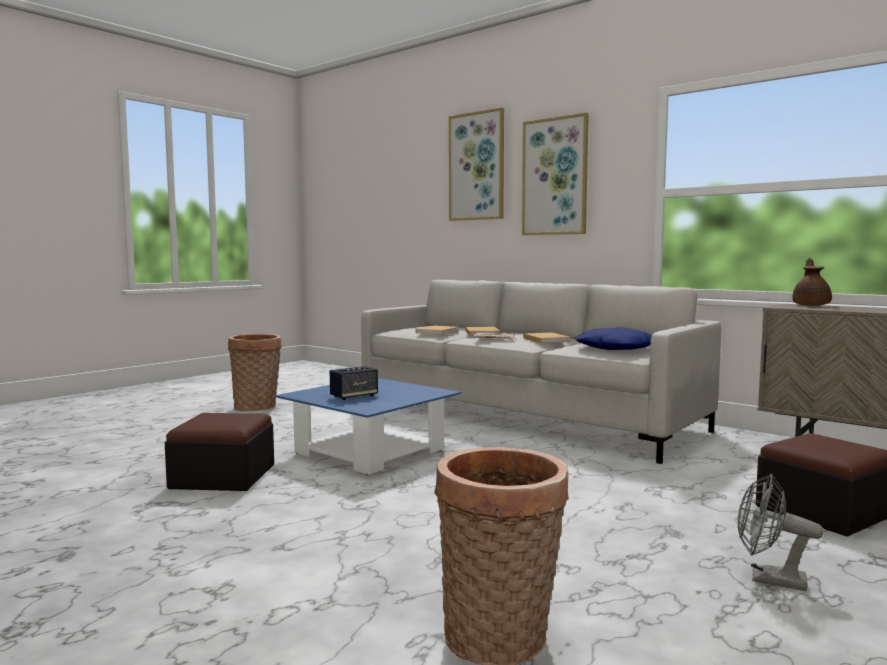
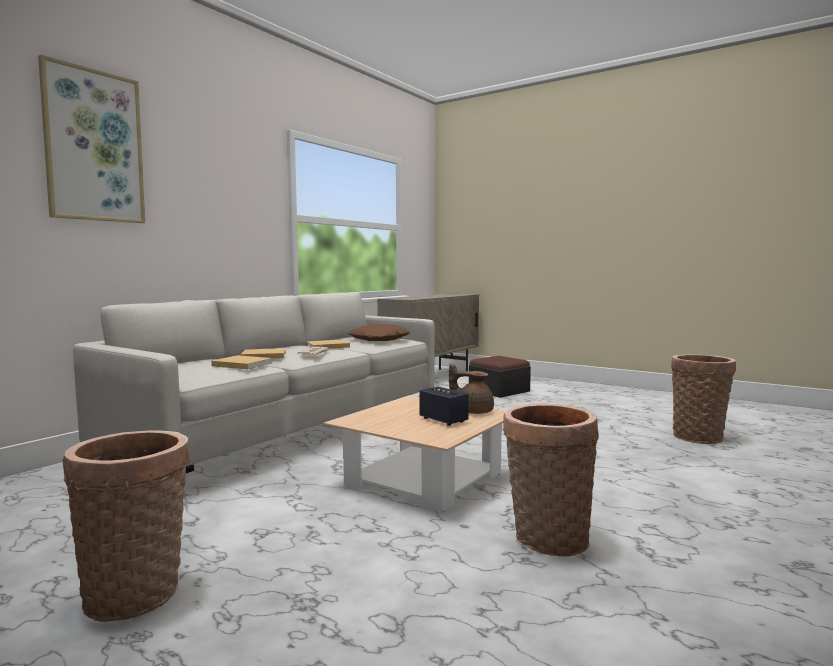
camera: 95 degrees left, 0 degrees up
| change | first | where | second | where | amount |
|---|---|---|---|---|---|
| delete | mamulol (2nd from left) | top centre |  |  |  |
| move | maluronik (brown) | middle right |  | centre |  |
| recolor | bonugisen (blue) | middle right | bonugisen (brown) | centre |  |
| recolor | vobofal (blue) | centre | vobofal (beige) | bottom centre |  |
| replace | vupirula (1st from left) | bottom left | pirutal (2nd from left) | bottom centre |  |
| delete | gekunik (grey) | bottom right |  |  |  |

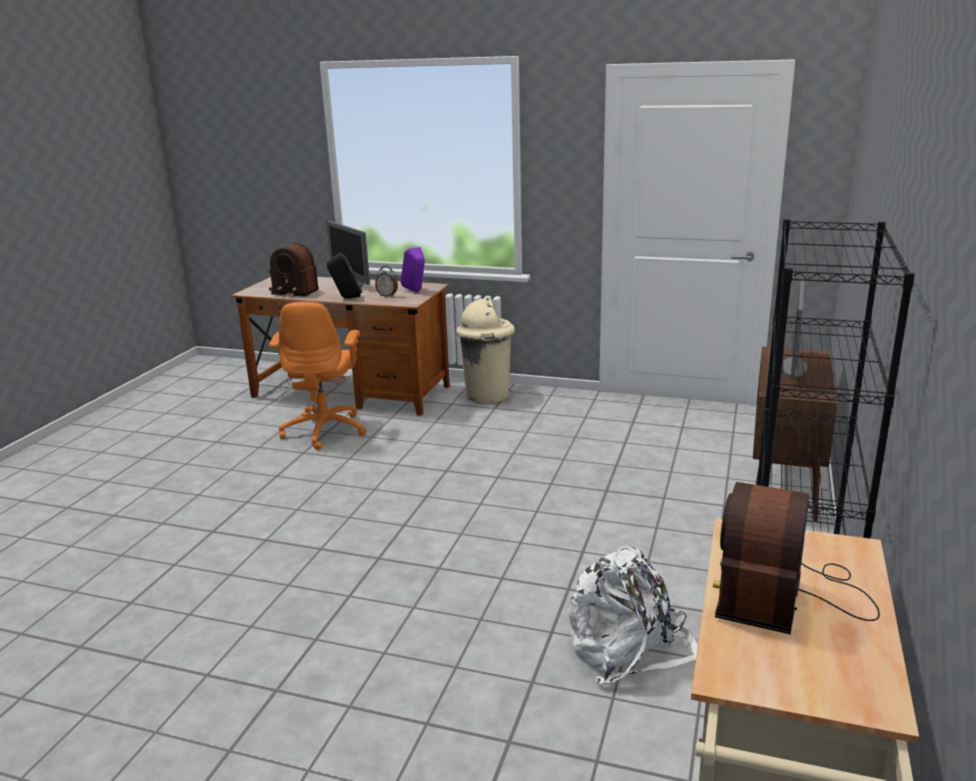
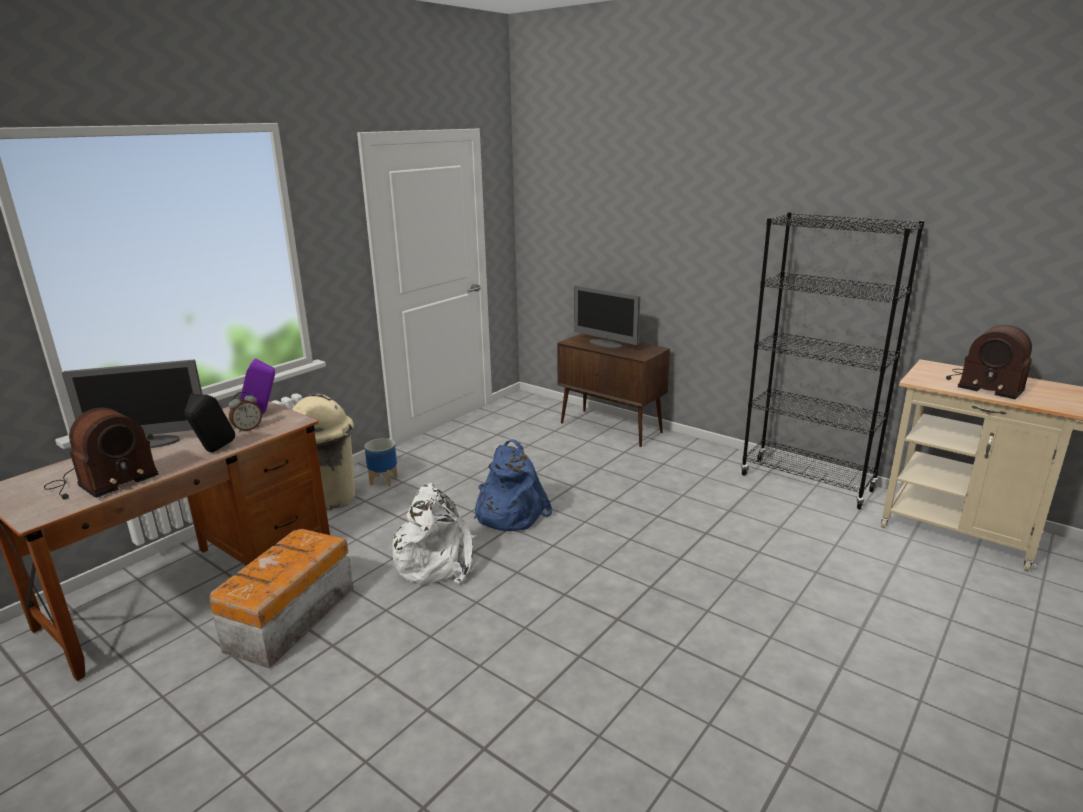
camera: 70 degrees left, 0 degrees up
| change | first | where | second | where | amount |
|---|---|---|---|---|---|
| replace | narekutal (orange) | middle left | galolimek | bottom left |  |
| move | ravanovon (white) | bottom centre |  | centre |  |
| insert |  |  | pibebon | centre |  |
| insert |  |  | ravanovon (blue) | centre |  |

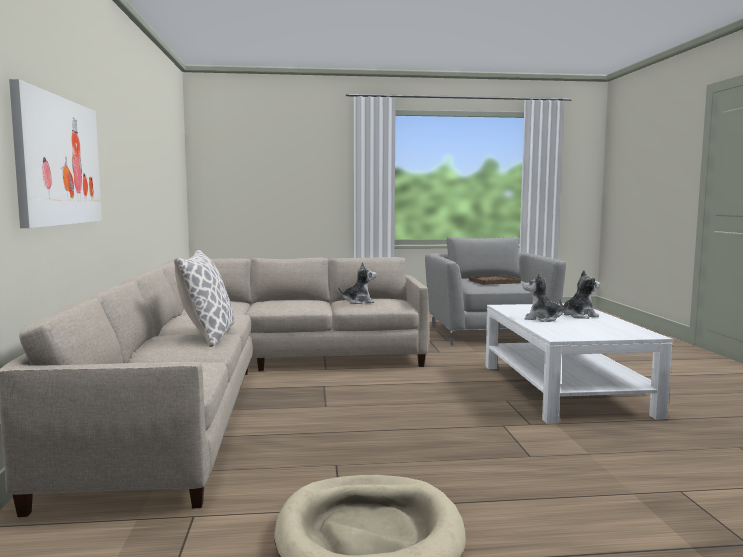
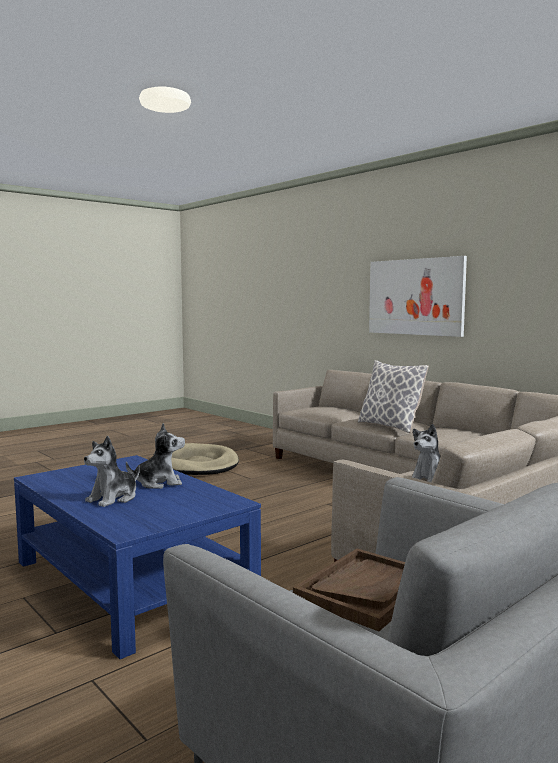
camera: 145 degrees right, 0 degrees up
| change | first | where | second | where | amount |
|---|---|---|---|---|---|
| recolor | vobofal (white) | middle right | vobofal (blue) | bottom left |  |

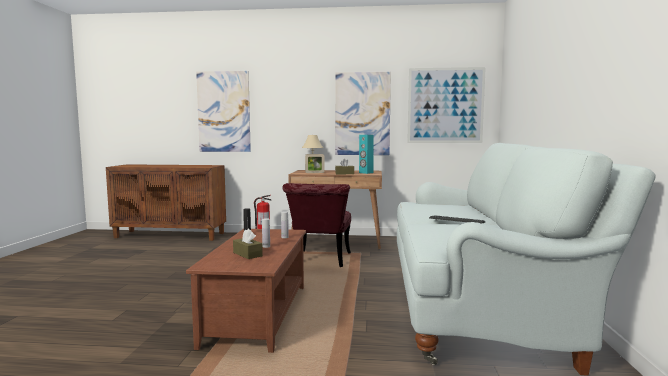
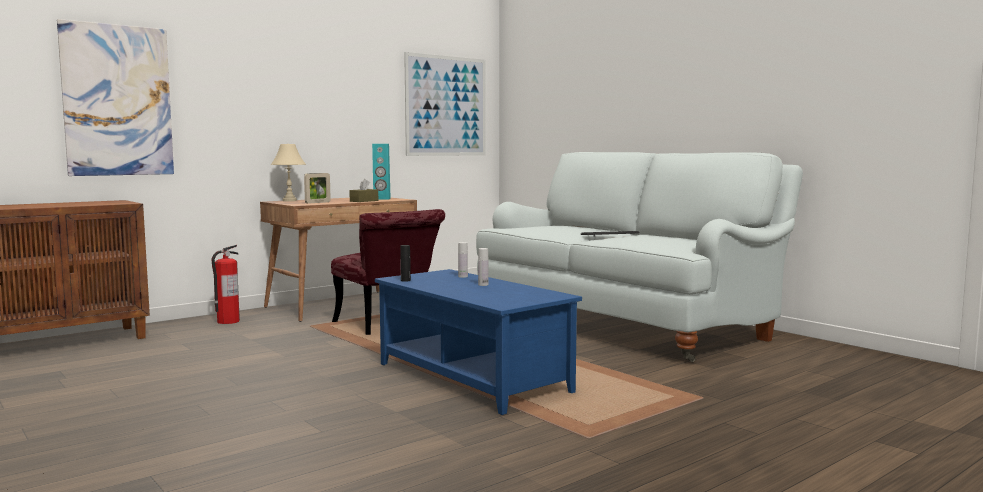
camera: 45 degrees left, 0 degrees up
| change | first | where | second | where | amount |
|---|---|---|---|---|---|
| delete | mamulol (2nd from left) | top centre |  |  |  |
| recolor | vobofal (brown) | bottom centre | vobofal (blue) | bottom centre |  |
| delete | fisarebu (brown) (1st from left) | centre |  |  |  |

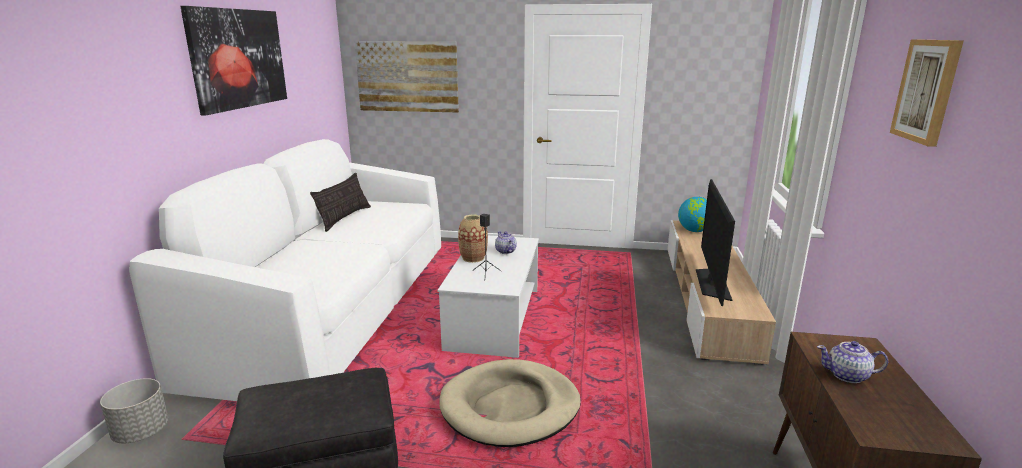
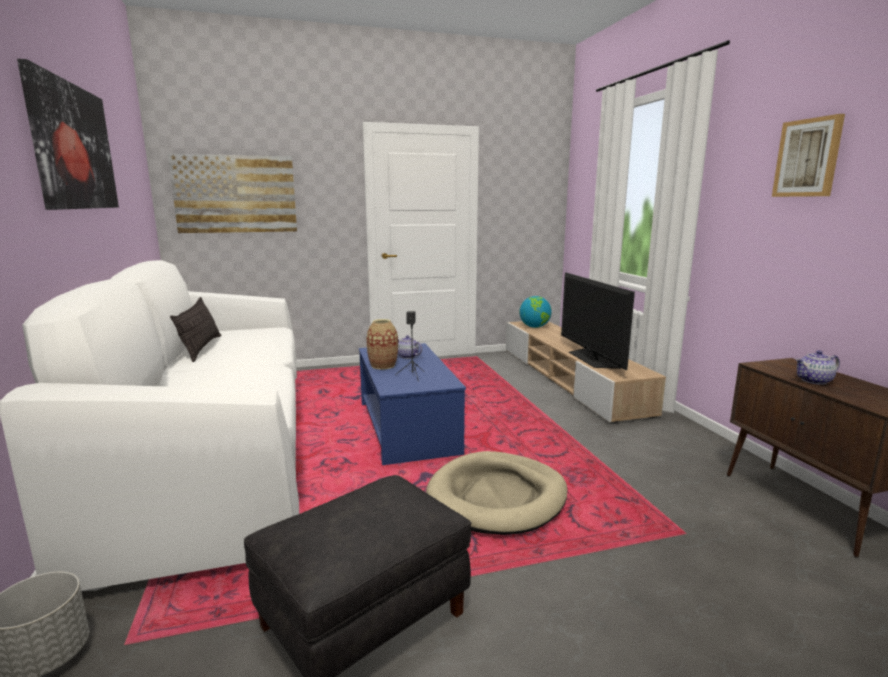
camera: 25 degrees left, 5 degrees down
| change | first | where | second | where | amount |
|---|---|---|---|---|---|
| recolor | vobofal (white) | centre | vobofal (blue) | centre |  |

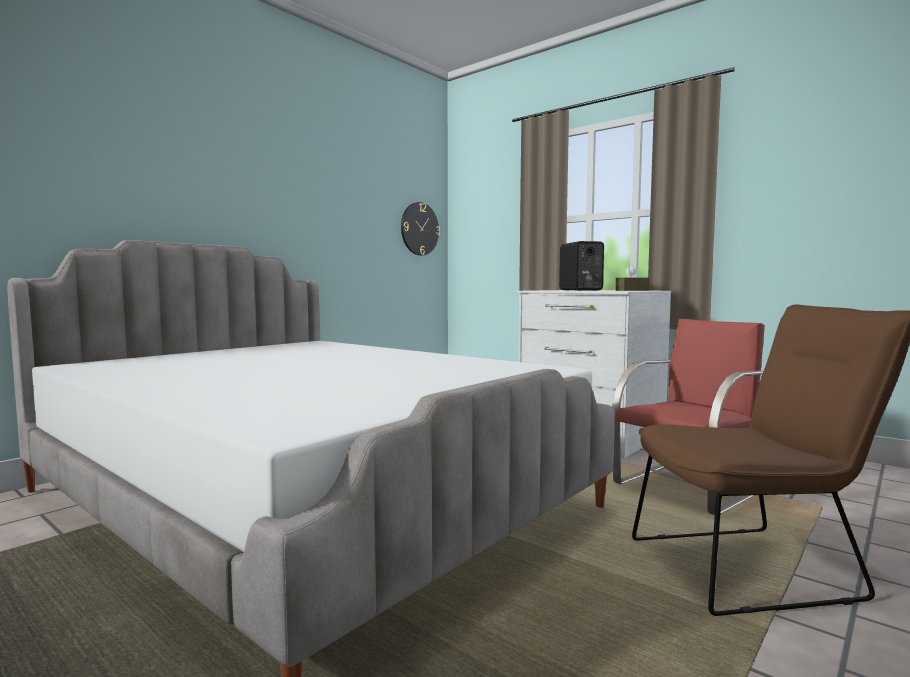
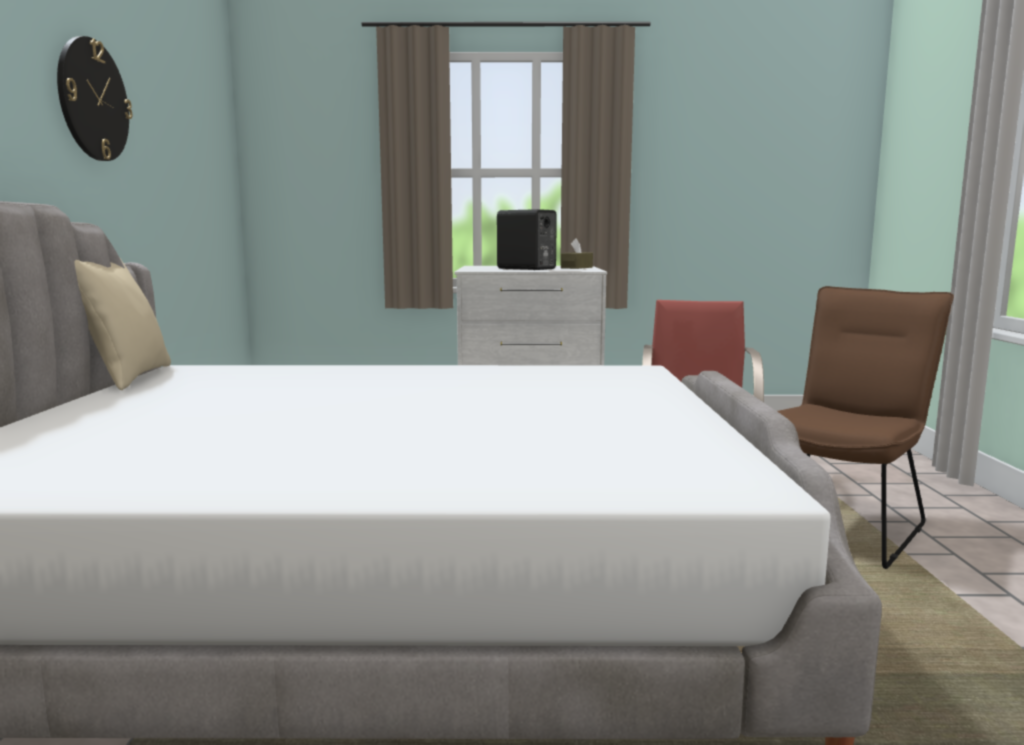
camera: 40 degrees left, 5 degrees up
| change | first | where | second | where | amount |
|---|---|---|---|---|---|
| move | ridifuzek | centre |  | top left |  |
| insert |  |  | bonugisen (beige) | middle left |  |

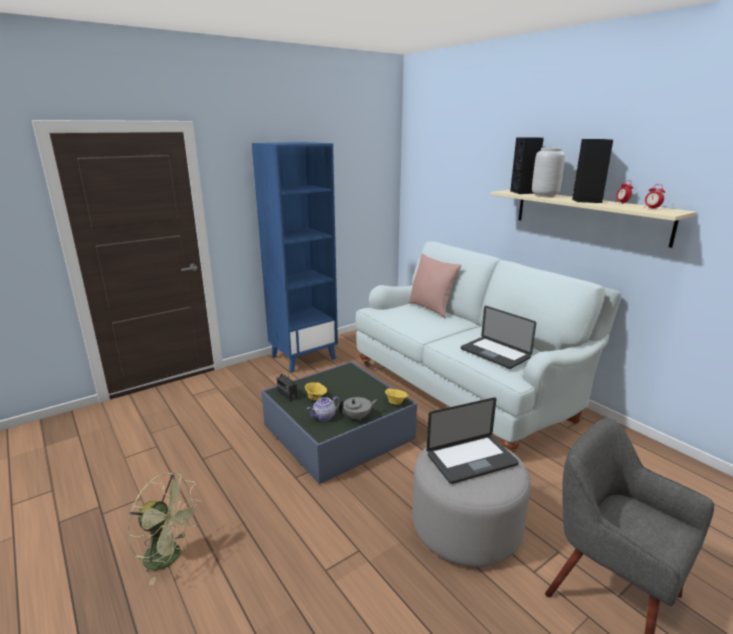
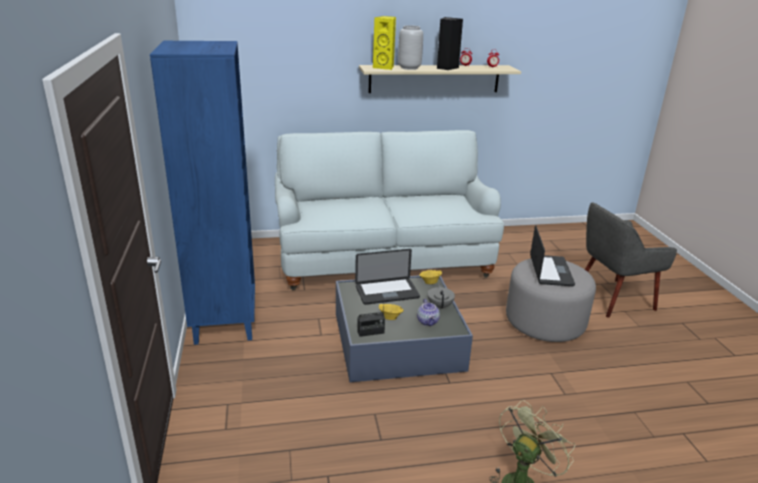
camera: 65 degrees left, 5 degrees up
| change | first | where | second | where | amount |
|---|---|---|---|---|---|
| recolor | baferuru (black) (1st from left) | top right | baferuru (yellow) | top centre |  |
| delete | bonugisen (pink) | centre |  |  |  |
| move | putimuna (2nd from left in the first image) | middle right | putimuna (1st from left) | centre |  |

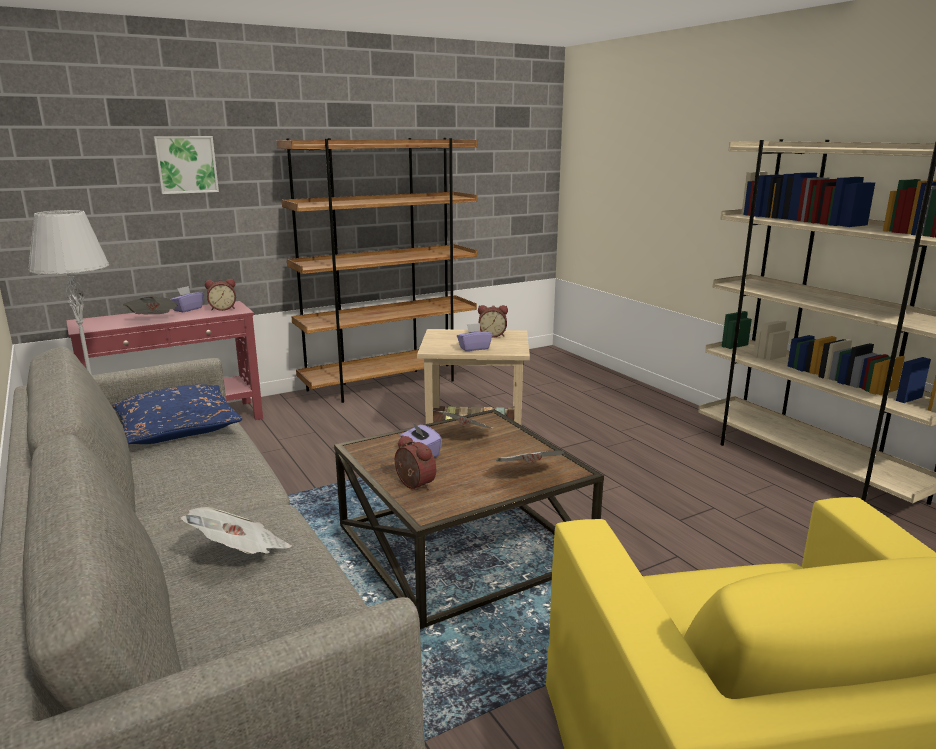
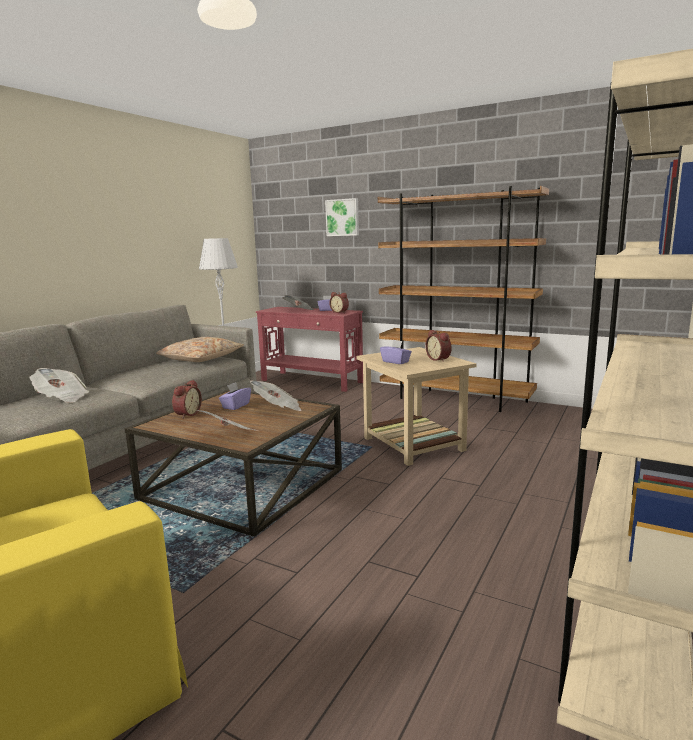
camera: 60 degrees right, 5 degrees down
| change | first | where | second | where | amount |
|---|---|---|---|---|---|
| recolor | bonugisen (blue) | middle left | bonugisen (beige) | middle left |  |

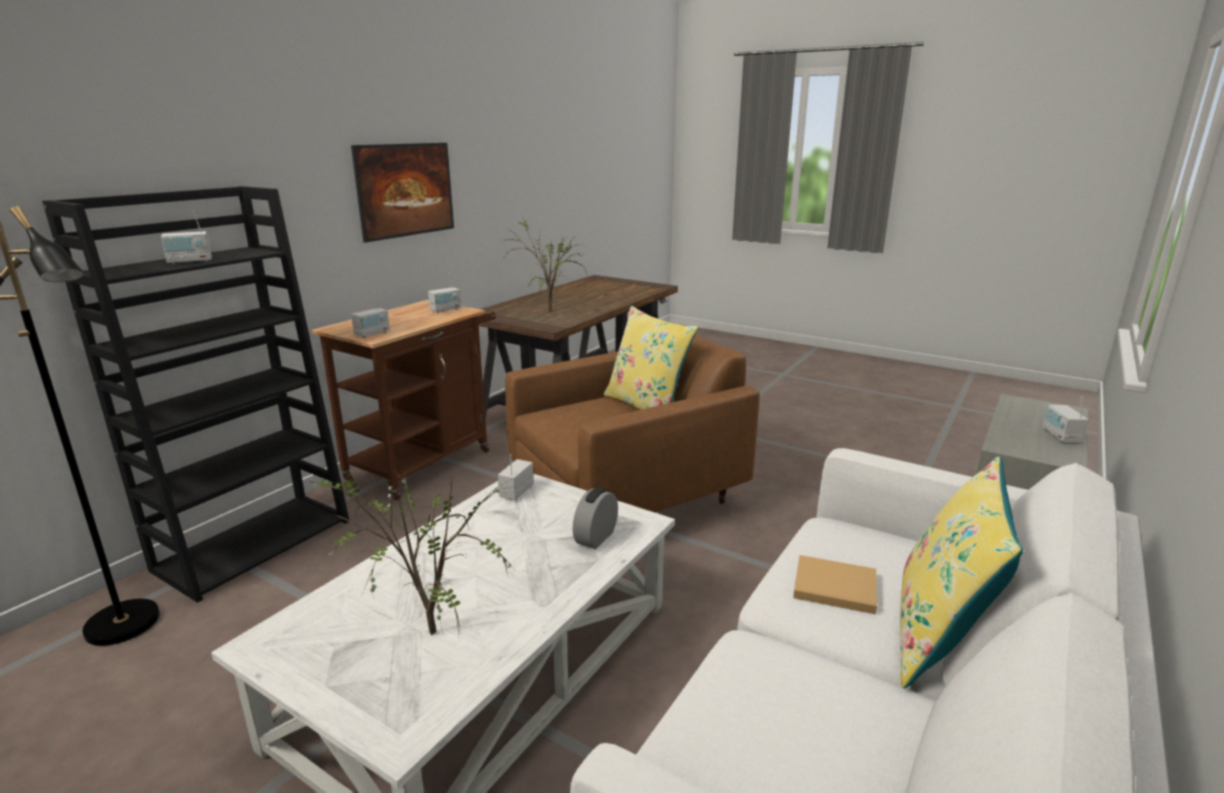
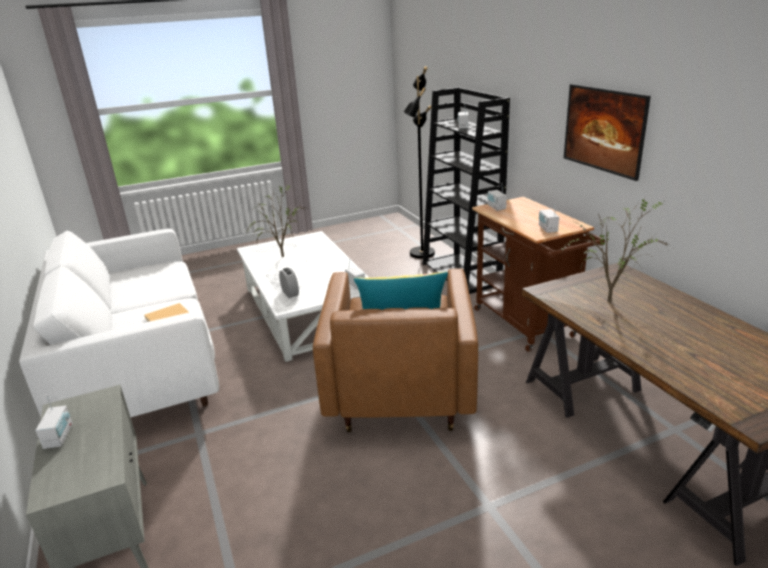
camera: 125 degrees right, 5 degrees up
| change | first | where | second | where | amount |
|---|---|---|---|---|---|
| rotate | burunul (5th from left in the first image) | middle right | burunul (1st from left) | bottom left | 45 degrees clockwise |
| delete | bonugisen (yellow) (2nd from left) | bottom right |  |  |  |

